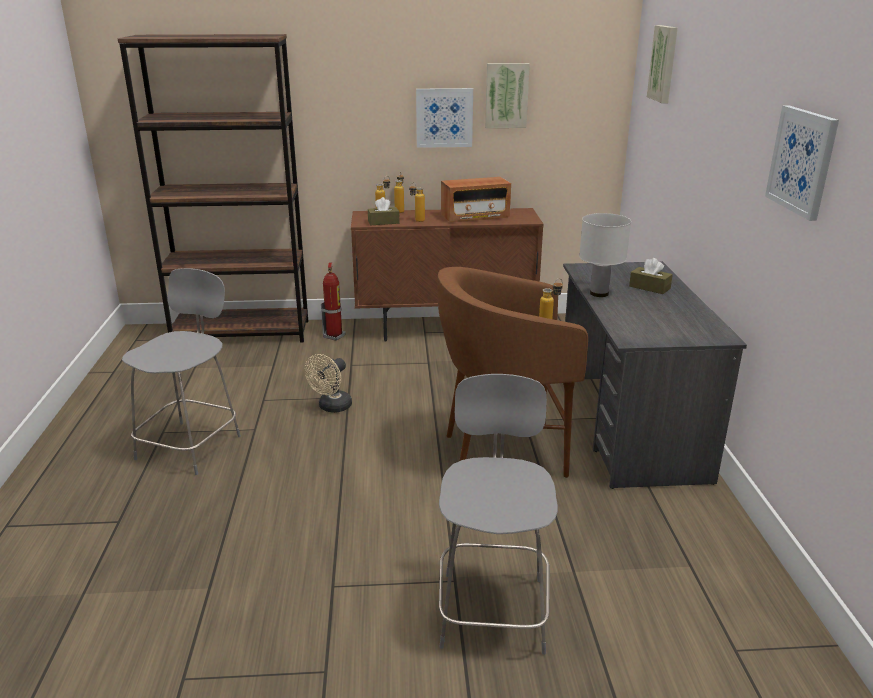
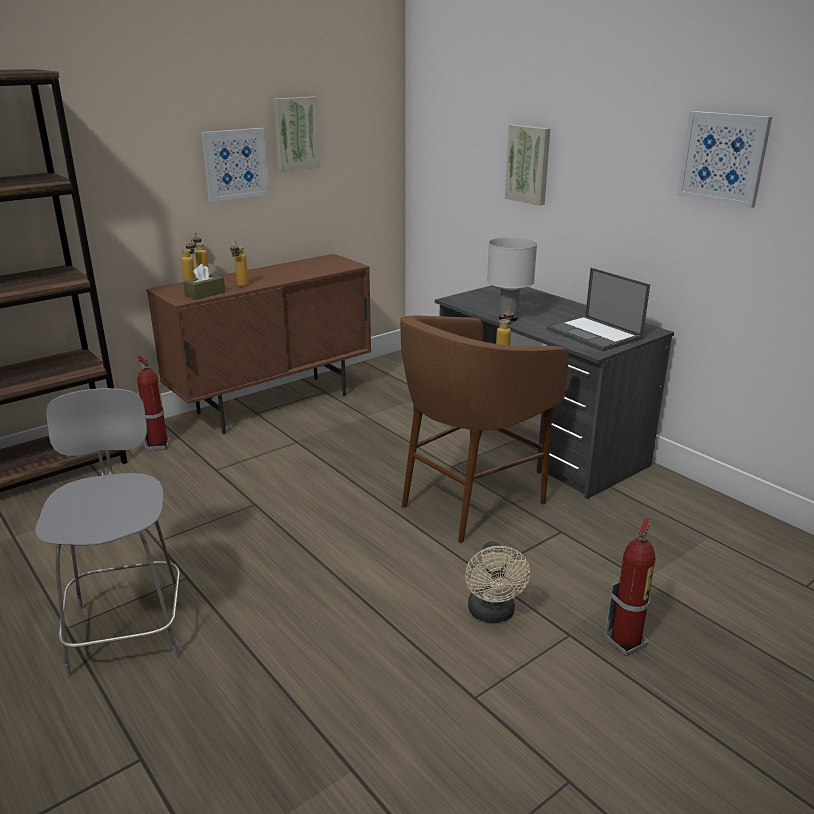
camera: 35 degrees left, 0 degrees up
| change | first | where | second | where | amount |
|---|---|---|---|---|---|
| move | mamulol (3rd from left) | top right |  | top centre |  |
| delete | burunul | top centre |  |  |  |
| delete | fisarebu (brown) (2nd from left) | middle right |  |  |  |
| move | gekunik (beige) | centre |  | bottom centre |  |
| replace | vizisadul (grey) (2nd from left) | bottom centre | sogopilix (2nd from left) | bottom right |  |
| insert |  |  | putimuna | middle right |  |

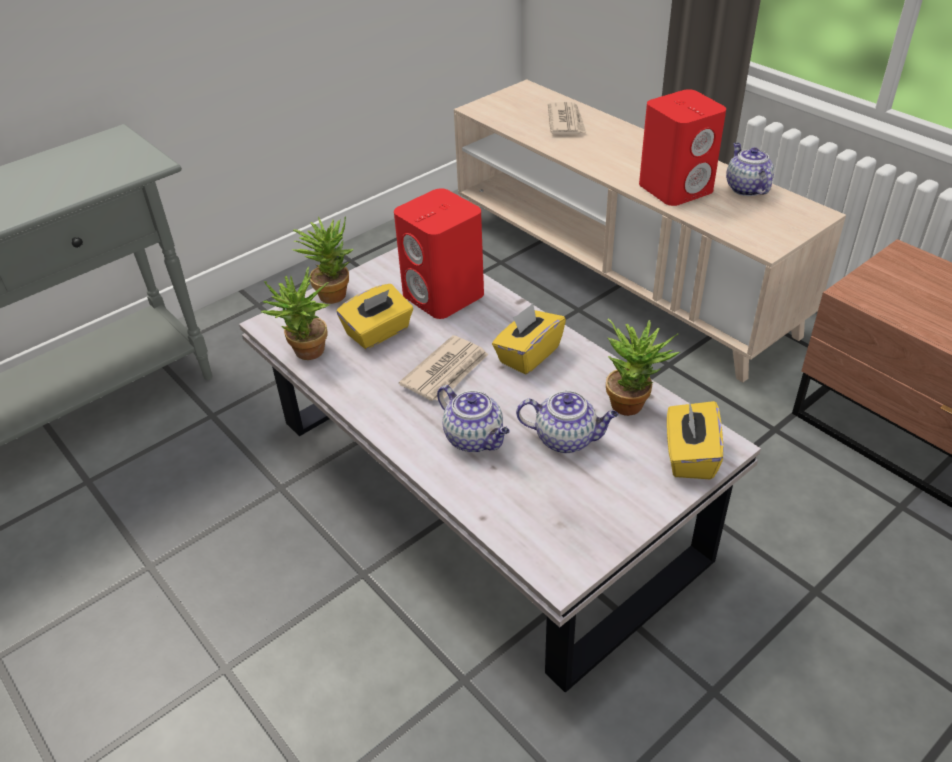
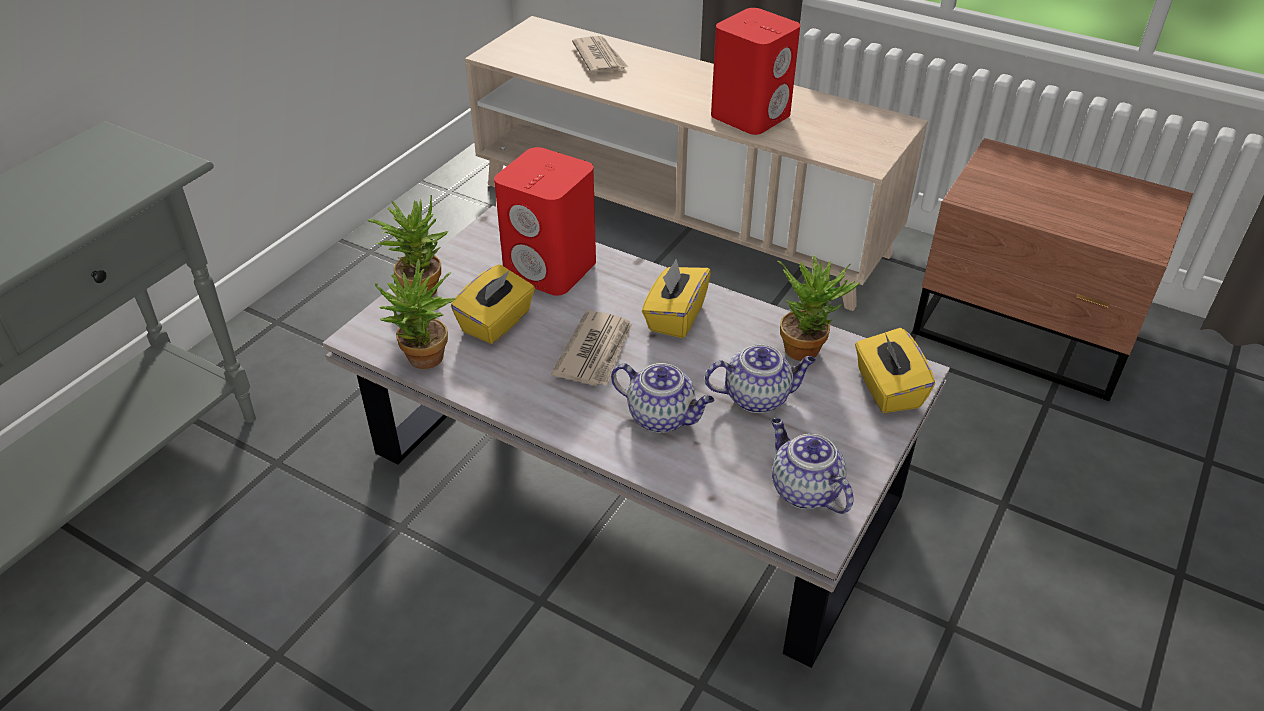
camera: 20 degrees left, 0 degrees up
| change | first | where | second | where | amount |
|---|---|---|---|---|---|
| move | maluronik (3rd from left) | top right |  | centre |  |

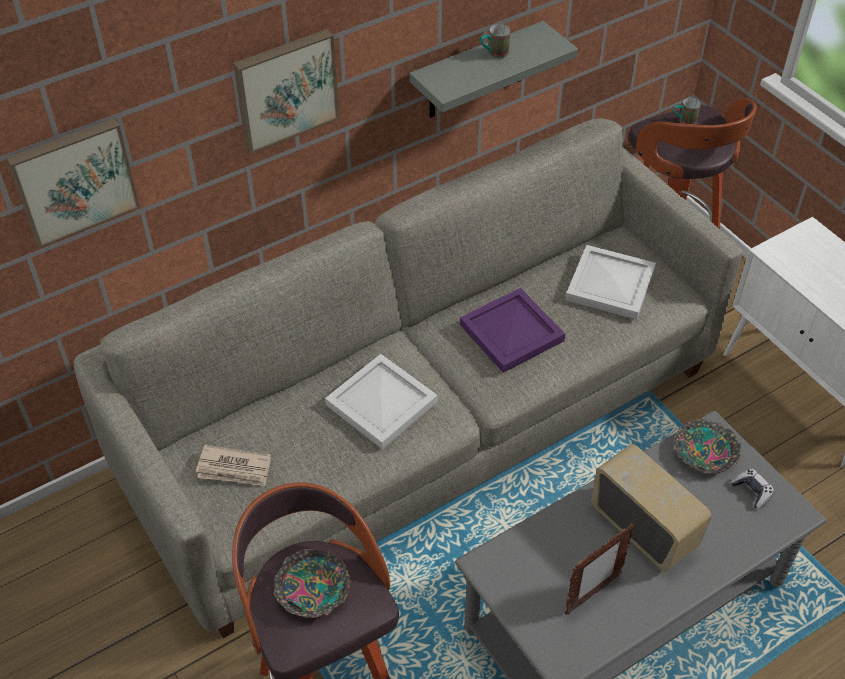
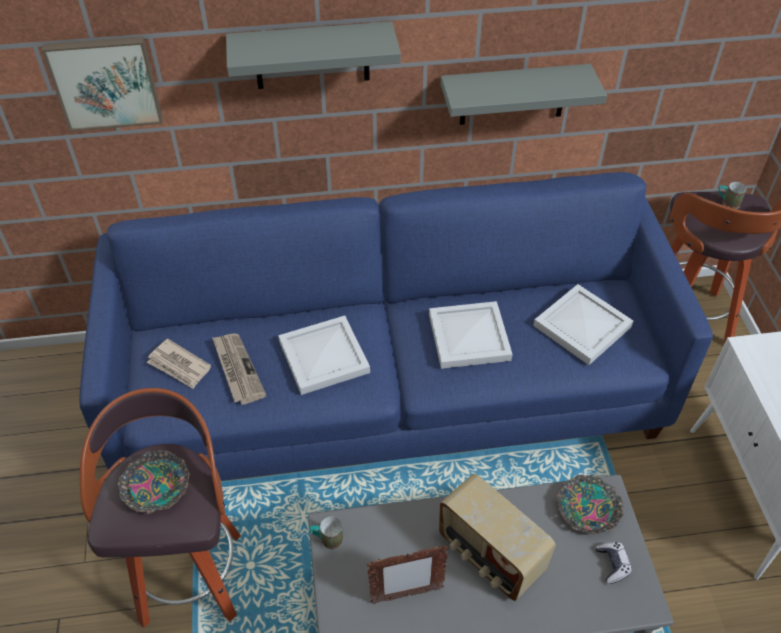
camera: 25 degrees right, 0 degrees up
| change | first | where | second | where | amount |
|---|---|---|---|---|---|
| move | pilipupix (1st from left) | top centre |  | bottom centre |  |
| replace | mamulol (2nd from left) | top centre | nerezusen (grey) (1st from left) | top centre |  |
| recolor | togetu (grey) | centre | togetu (blue) | centre |  |
| recolor | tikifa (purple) | centre | tikifa (white) (2nd from left) | centre |  |
| rotate | burunul | bottom right |  | bottom centre | 150 degrees clockwise |
| insert |  |  | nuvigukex (2nd from left) | middle left |  |

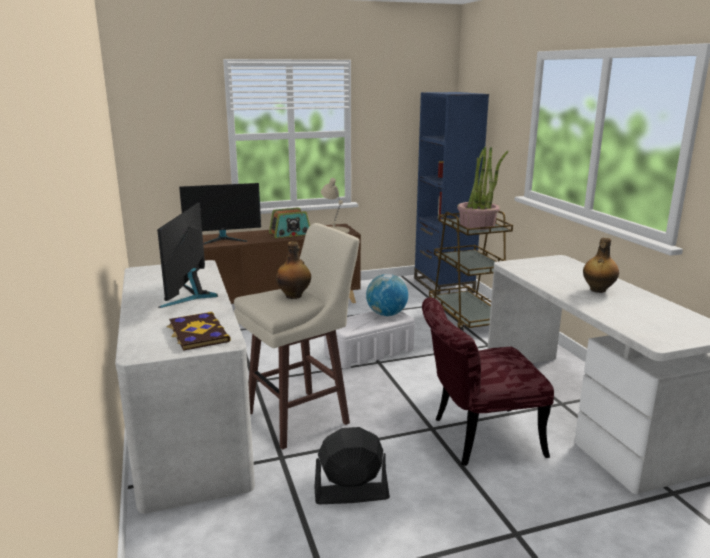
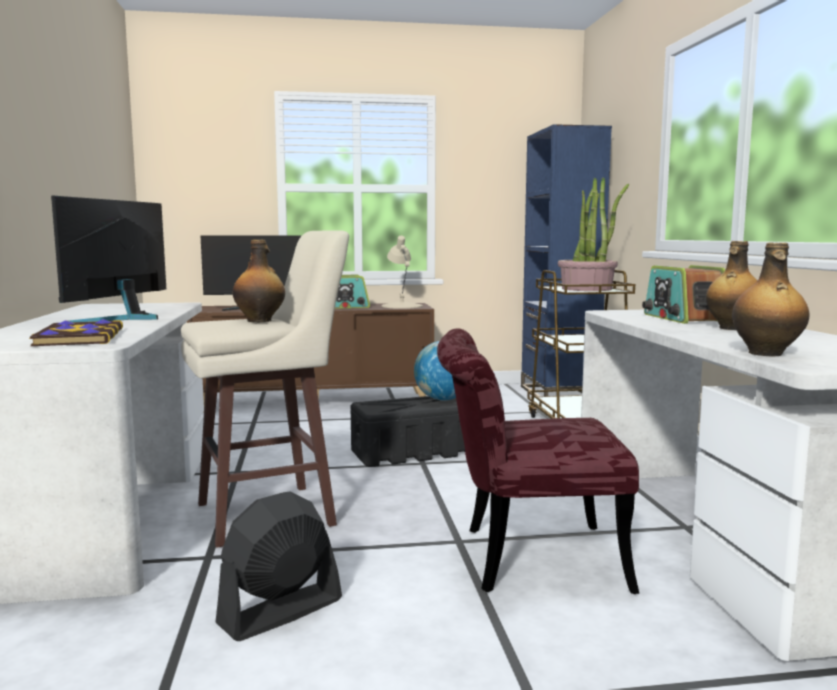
camera: 10 degrees right, 10 degrees down
| change | first | where | second | where | amount |
|---|---|---|---|---|---|
| recolor | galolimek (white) | centre | galolimek (black) | centre |  |
| rotate | gekunik (black) | bottom centre |  | bottom centre | 45 degrees counterclockwise |
| insert |  |  | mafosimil (3rd from left) | middle right |  |
| insert |  |  | burunul (2nd from left) | middle right |  |

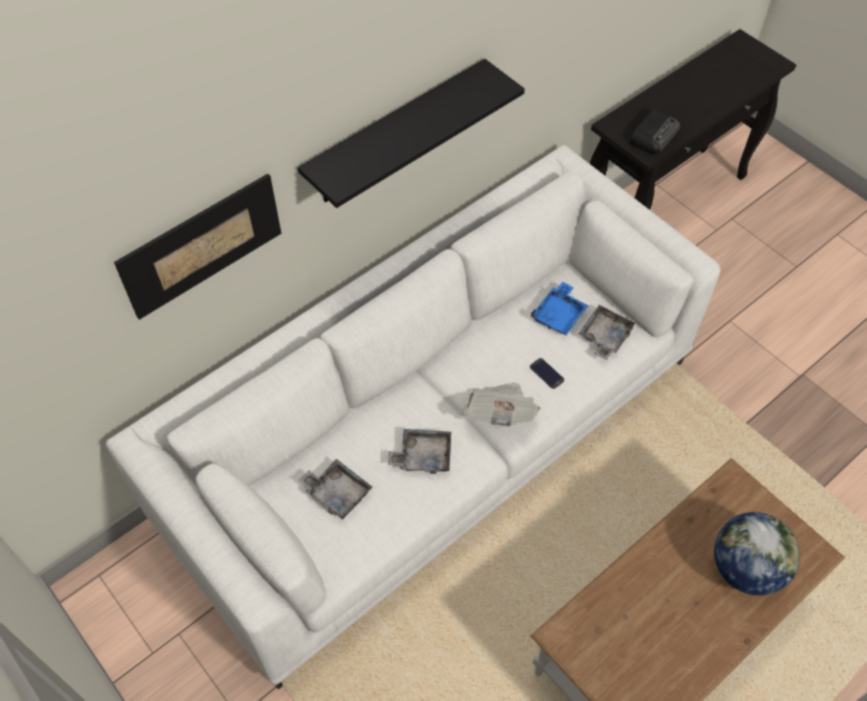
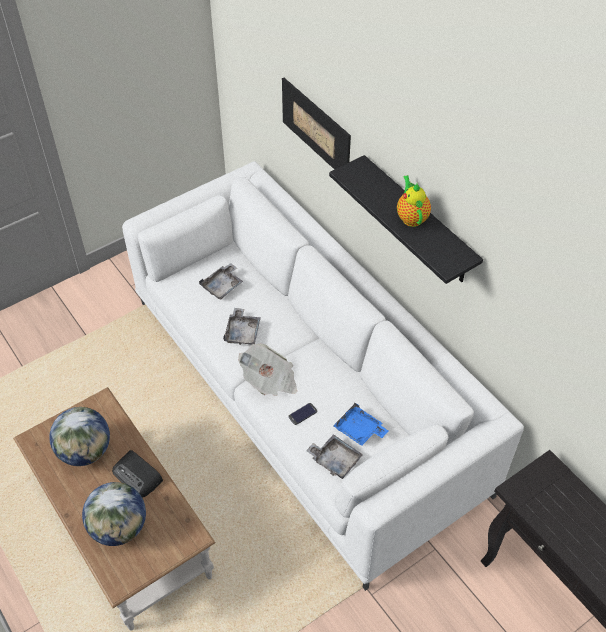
camera: 95 degrees right, 5 degrees down
| change | first | where | second | where | amount |
|---|---|---|---|---|---|
| move | burunul | top right |  | bottom left |  |
| insert |  |  | maluronik | top right |  |
| insert |  |  | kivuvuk (1st from left) | bottom left |  |

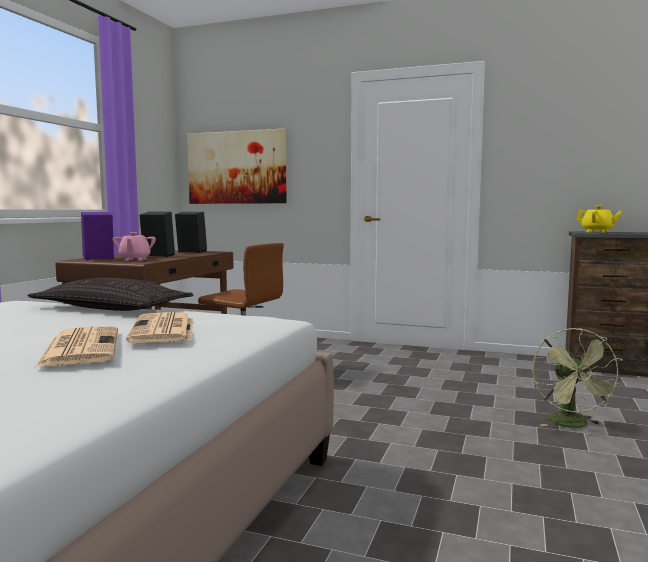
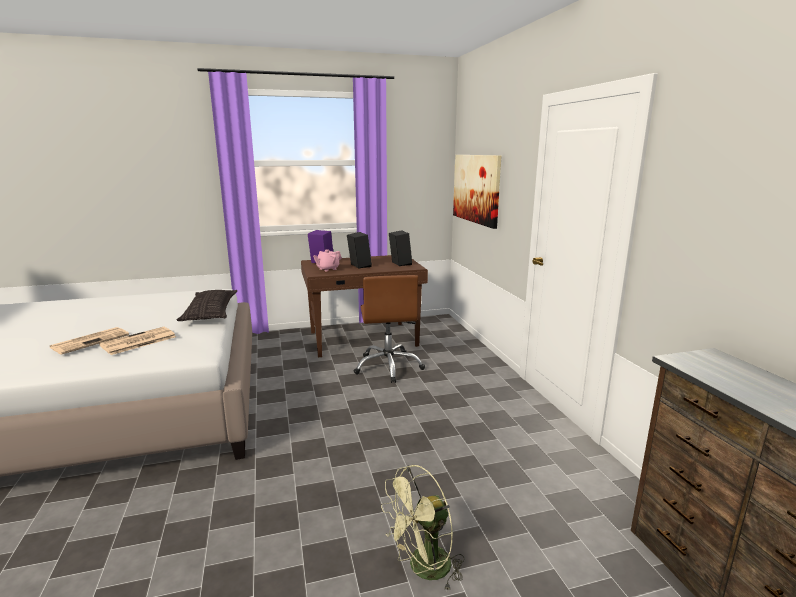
camera: 55 degrees right, 10 degrees up
| change | first | where | second | where | amount |
|---|---|---|---|---|---|
| delete | maluronik (yellow) | middle right |  |  |  |

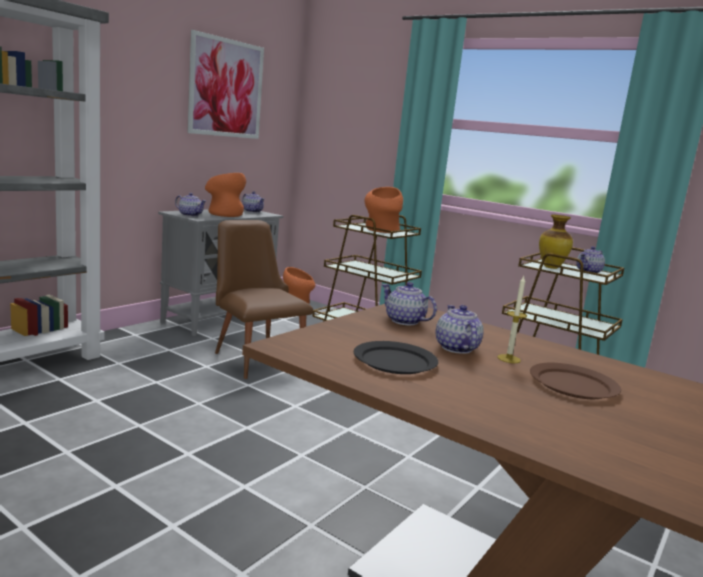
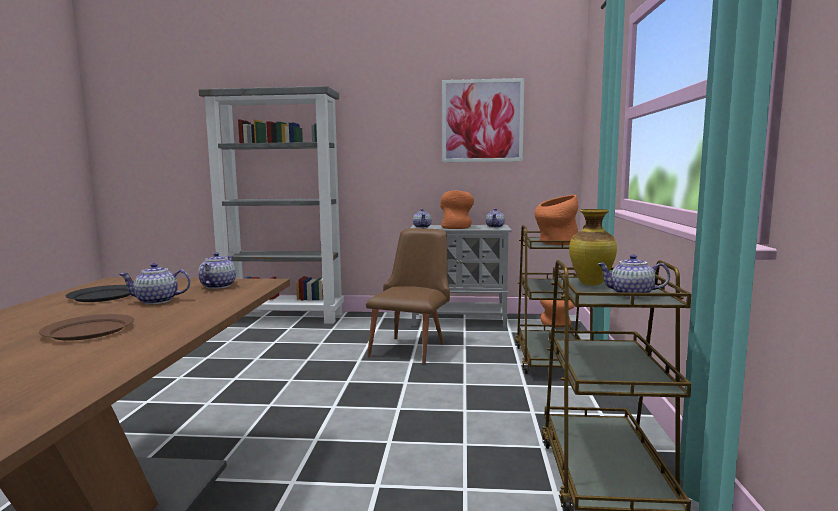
camera: 60 degrees right, 5 degrees down
| change | first | where | second | where | amount |
|---|---|---|---|---|---|
| delete | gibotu | middle right |  |  |  |
| rotate | maluronik (4th from left in the first image) | centre | maluronik (1st from left) | middle left | 150 degrees counterclockwise |

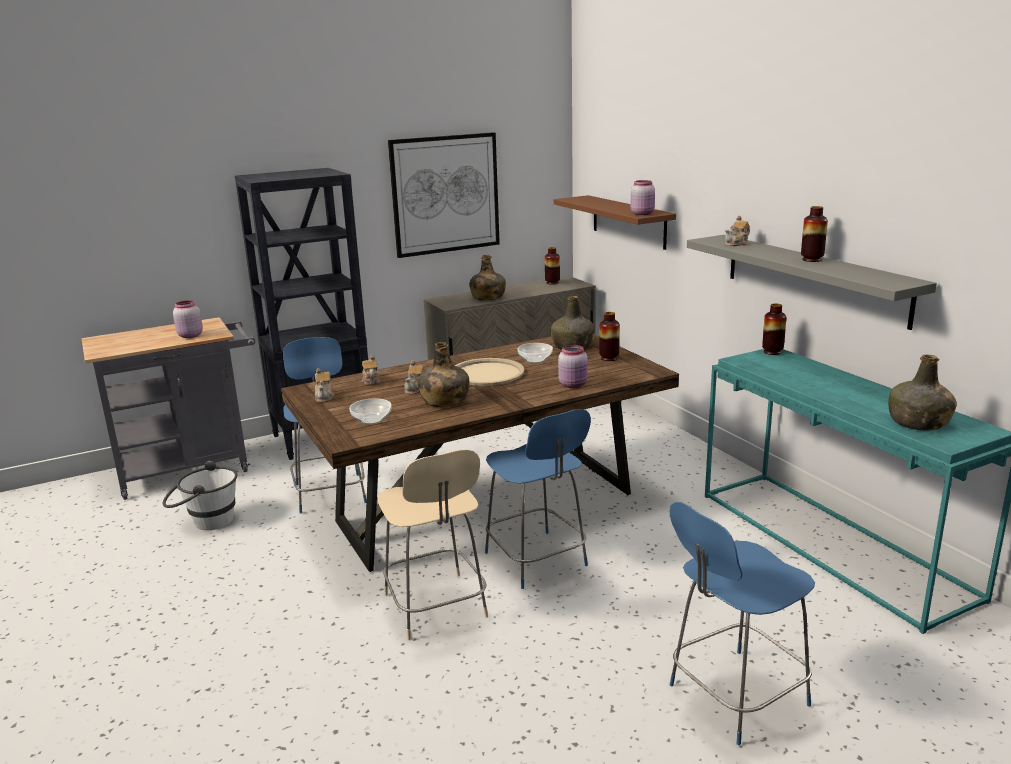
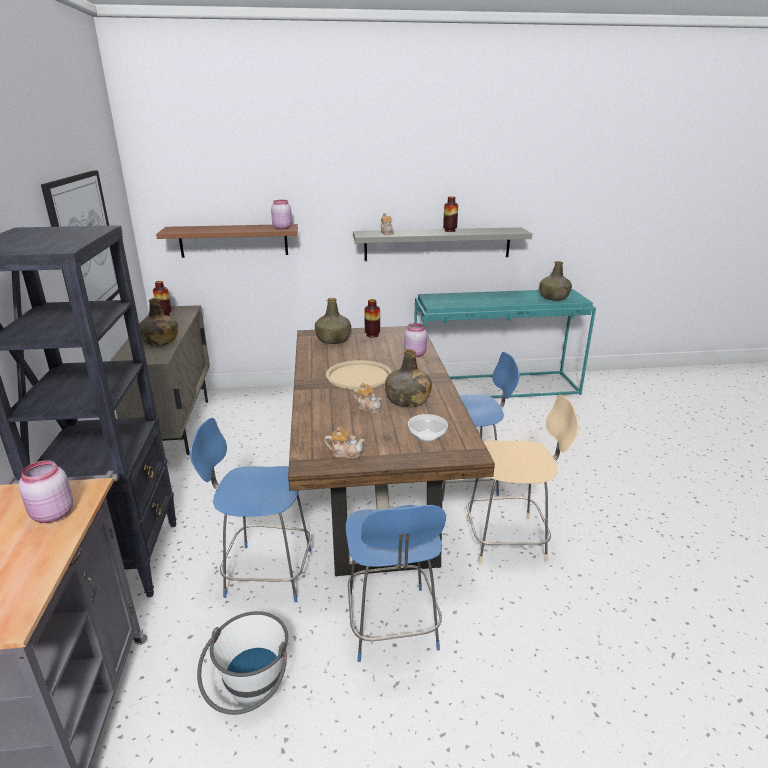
camera: 70 degrees left, 5 degrees up
| change | first | where | second | where | amount |
|---|---|---|---|---|---|
| delete | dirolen (3rd from left) | middle right |  |  |  |
| delete | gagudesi (2nd from left) | centre |  |  |  |
| delete | maluronik (2nd from left) | centre |  |  |  |
| move | vizisadul (blue) (3rd from left in the first image) | bottom right | vizisadul (blue) (2nd from left) | bottom centre |  |

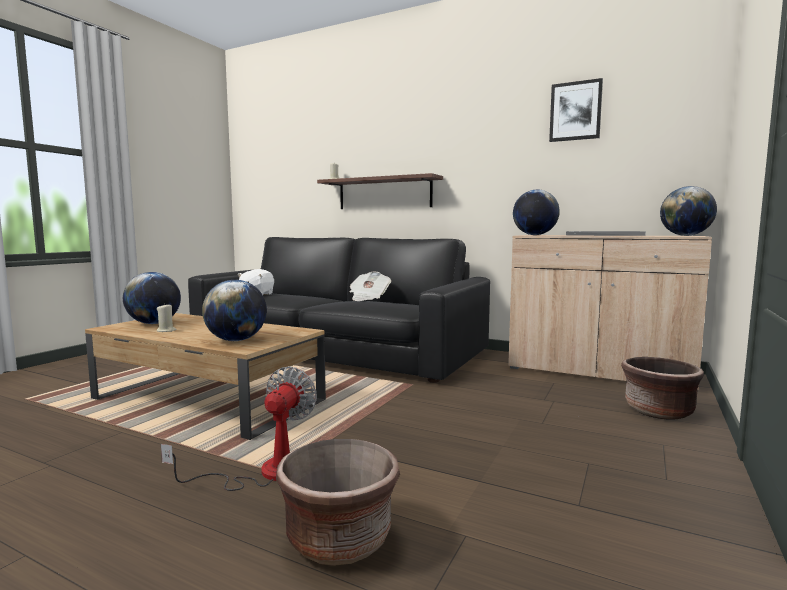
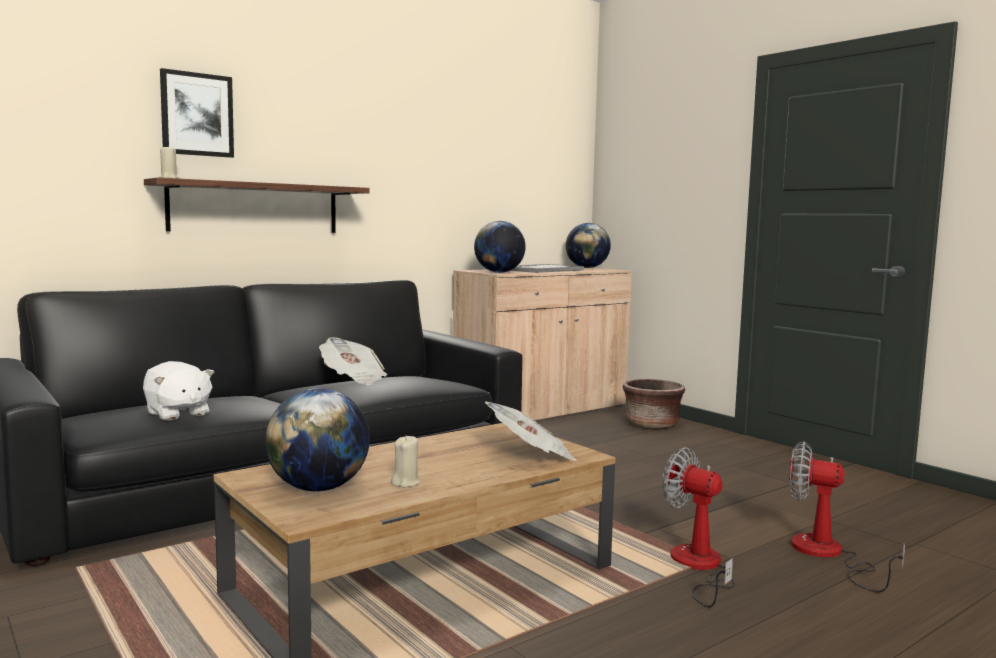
camera: 65 degrees left, 0 degrees up
| change | first | where | second | where | amount |
|---|---|---|---|---|---|
| move | mamulol | top right |  | top left |  |
| replace | kivuvuk (2nd from left) | middle left | nuvigukex (2nd from left) | centre |  |
| replace | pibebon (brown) (1st from left) | bottom centre | gekunik (2nd from left) | bottom right |  |

